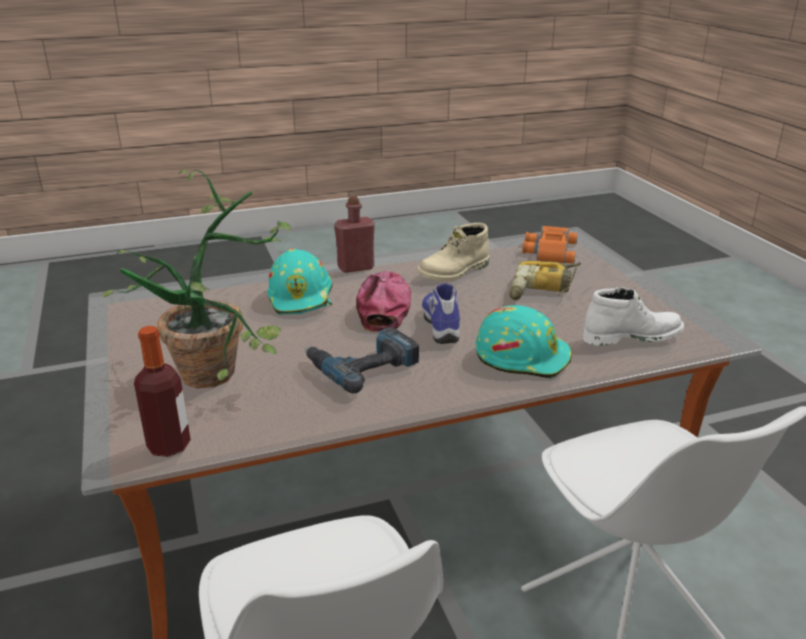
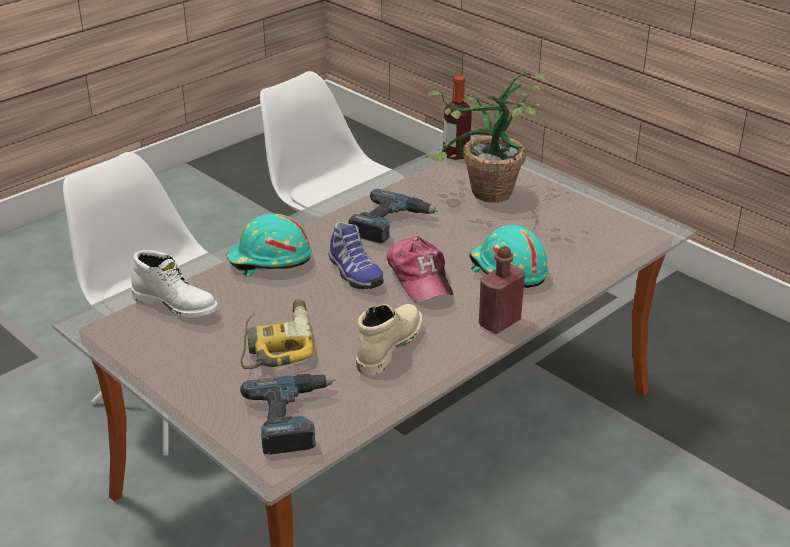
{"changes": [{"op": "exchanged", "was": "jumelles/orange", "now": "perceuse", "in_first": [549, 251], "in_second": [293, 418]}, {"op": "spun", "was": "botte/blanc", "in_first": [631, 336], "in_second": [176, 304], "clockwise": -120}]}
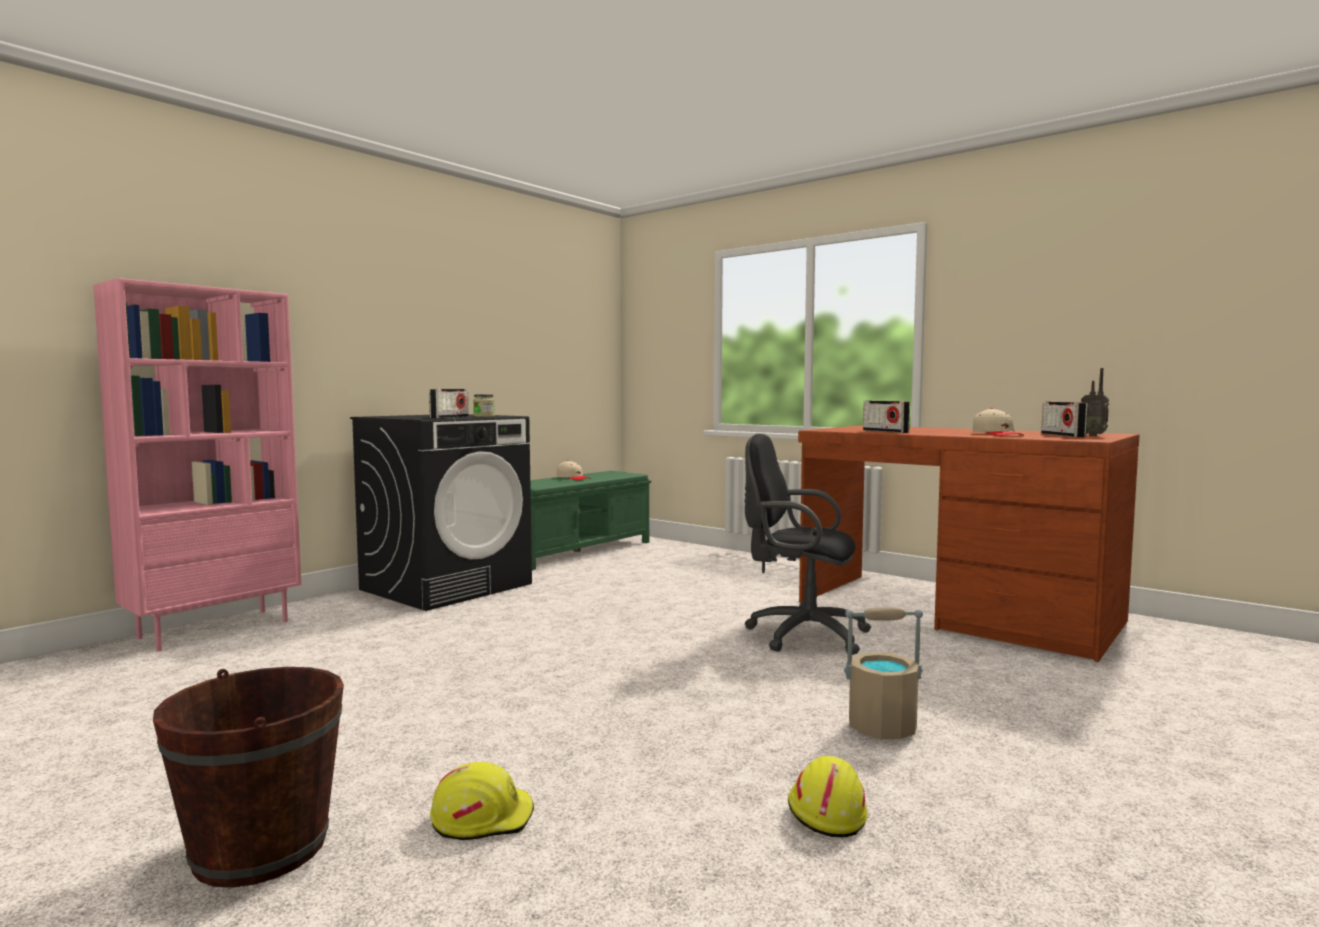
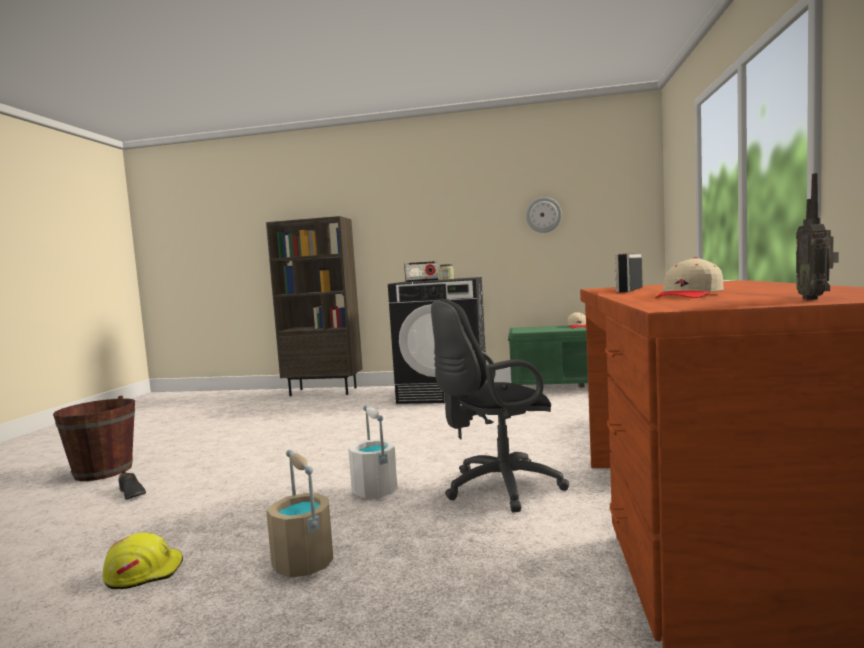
{"changes": [{"op": "missing", "was": "radio", "in_first": [1062, 435]}, {"op": "appeared", "now": "seau/blanc", "in_second": [376, 490]}, {"op": "appeared", "now": "horloge murale", "in_second": [543, 215]}, {"op": "exchanged", "was": "casque de chantier/jaune", "now": "chaussure/noir", "in_first": [483, 818], "in_second": [131, 494]}, {"op": "colour", "was": "bibliothèque/rose", "now": "bibliothèque/marron", "in_first": [215, 629], "in_second": [324, 391]}, {"op": "spun", "was": "chaise de bureau/noir", "in_first": [800, 634], "in_second": [497, 488], "clockwise": -105}]}
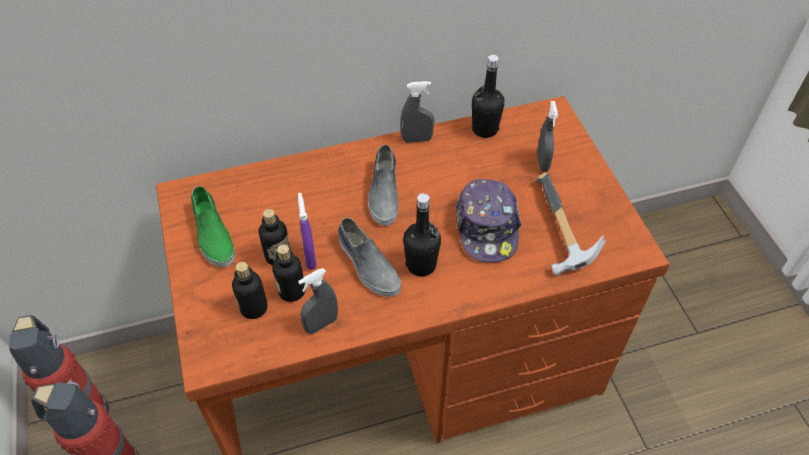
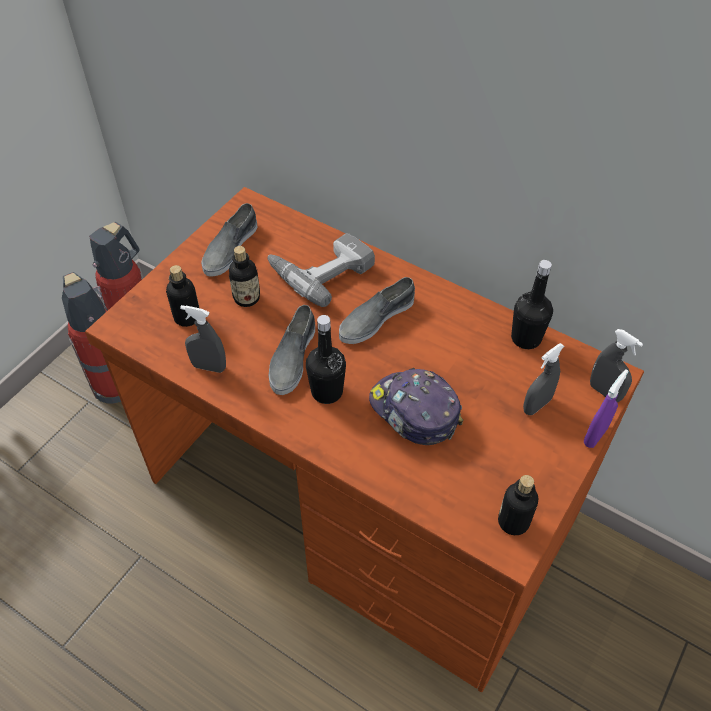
{"changes": [{"op": "missing", "was": "marteau", "in_first": [556, 231]}, {"op": "appeared", "now": "perceuse", "in_second": [320, 270]}, {"op": "relocated", "was": "bouteille", "in_first": [292, 291], "in_second": [513, 521]}, {"op": "relocated", "was": "vaporisateur/violet", "in_first": [310, 257], "in_second": [595, 435]}, {"op": "relocated", "was": "vaporisateur/gris", "in_first": [417, 139], "in_second": [605, 392]}, {"op": "colour", "was": "chaussure/vert", "now": "chaussure/gris", "in_first": [212, 234], "in_second": [229, 248]}, {"op": "spun", "was": "casquette", "in_first": [487, 227], "in_second": [414, 412], "clockwise": 90}]}
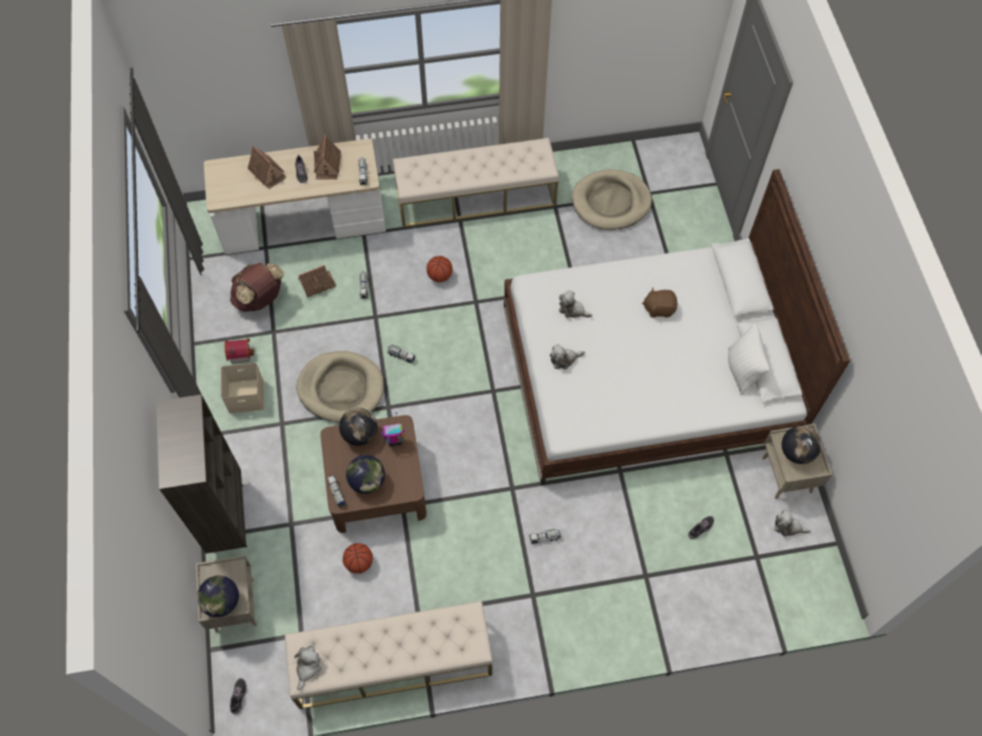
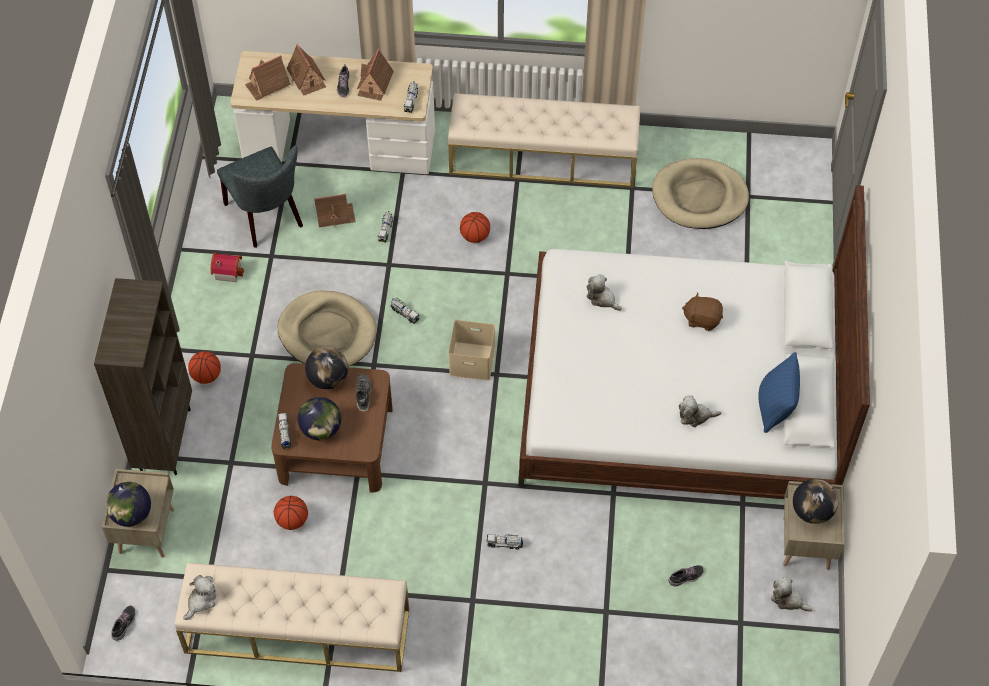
{"changes": [{"op": "appeared", "now": "ballon de basket", "in_second": [206, 376]}, {"op": "appeared", "now": "maison miniature", "in_second": [268, 85]}, {"op": "relocated", "was": "boîte de rangement/beige", "in_first": [247, 395], "in_second": [473, 360]}, {"op": "relocated", "was": "peluche", "in_first": [564, 359], "in_second": [695, 416]}, {"op": "exchanged", "was": "sac à dos/marron", "now": "chaise/gris", "in_first": [260, 299], "in_second": [267, 218]}, {"op": "exchanged", "was": "robot jouet", "now": "chaussure", "in_first": [394, 441], "in_second": [363, 394]}, {"op": "colour", "was": "coussin/blanc", "now": "coussin/bleu", "in_first": [742, 370], "in_second": [775, 407]}]}
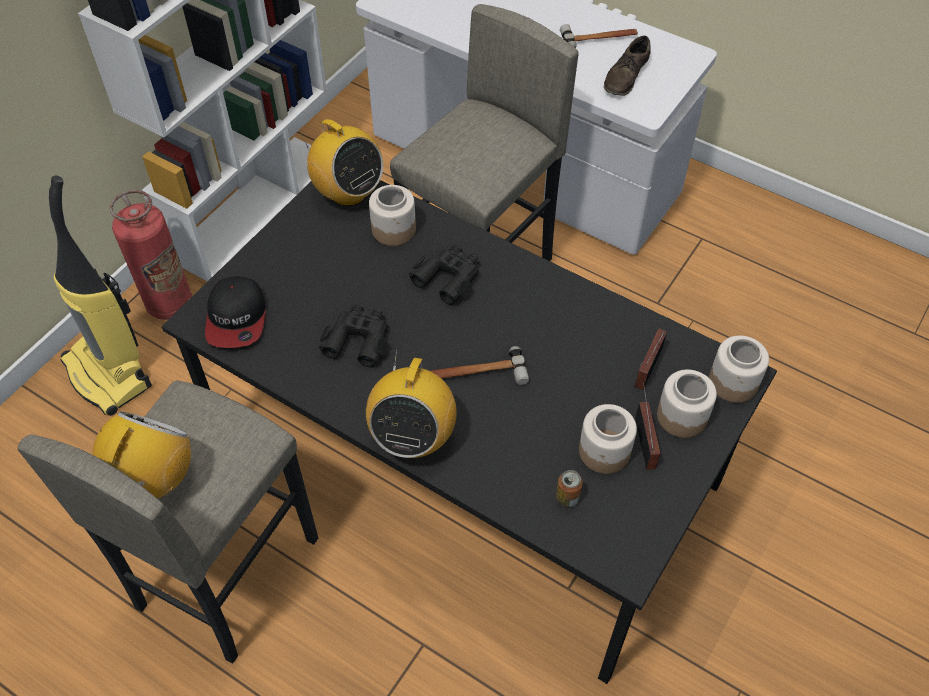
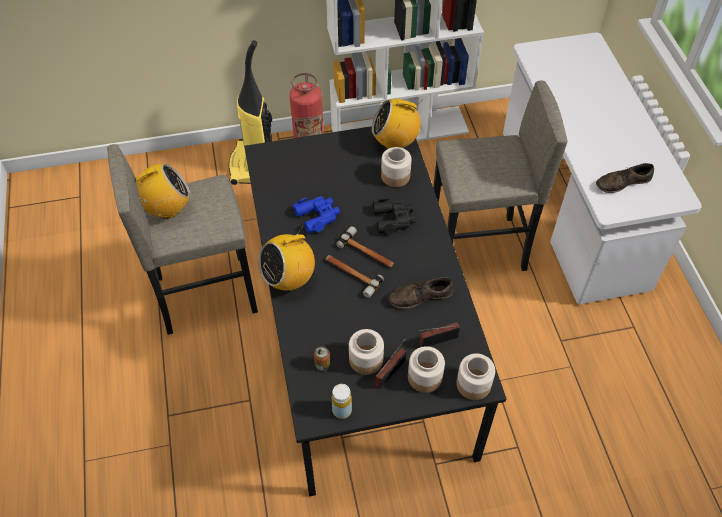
{"changes": [{"op": "missing", "was": "casquette", "in_first": [237, 318]}, {"op": "appeared", "now": "bouteille/jaune", "in_second": [342, 410]}, {"op": "appeared", "now": "chaussure/marron", "in_second": [420, 296]}, {"op": "relocated", "was": "marteau", "in_first": [599, 38], "in_second": [367, 252]}, {"op": "colour", "was": "jumelles/noir", "now": "jumelles/bleu", "in_first": [358, 339], "in_second": [317, 216]}, {"op": "spun", "was": "radio", "in_first": [348, 193], "in_second": [395, 142], "clockwise": 90}]}
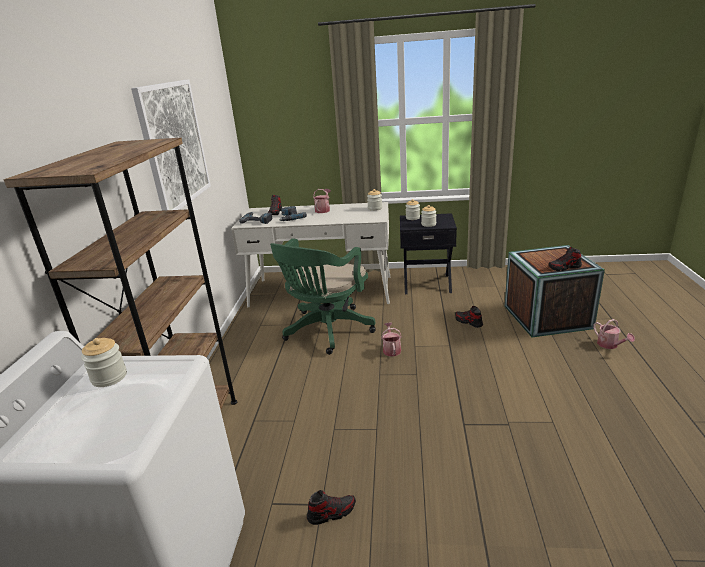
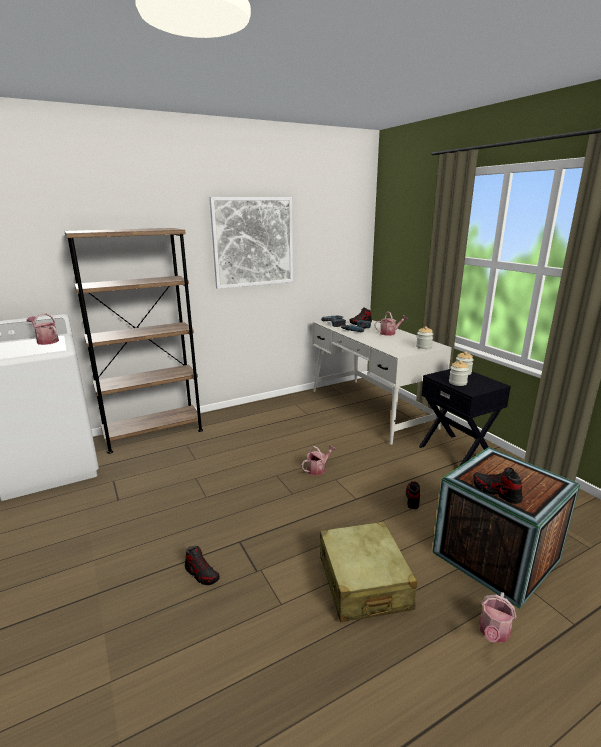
{"changes": [{"op": "missing", "was": "chaise de bureau/vert", "in_first": [326, 331]}, {"op": "appeared", "now": "valise/beige", "in_second": [363, 582]}, {"op": "relocated", "was": "chaussure", "in_first": [331, 512], "in_second": [202, 574]}, {"op": "exchanged", "was": "bocal", "now": "arrosoir", "in_first": [109, 377], "in_second": [46, 341]}]}
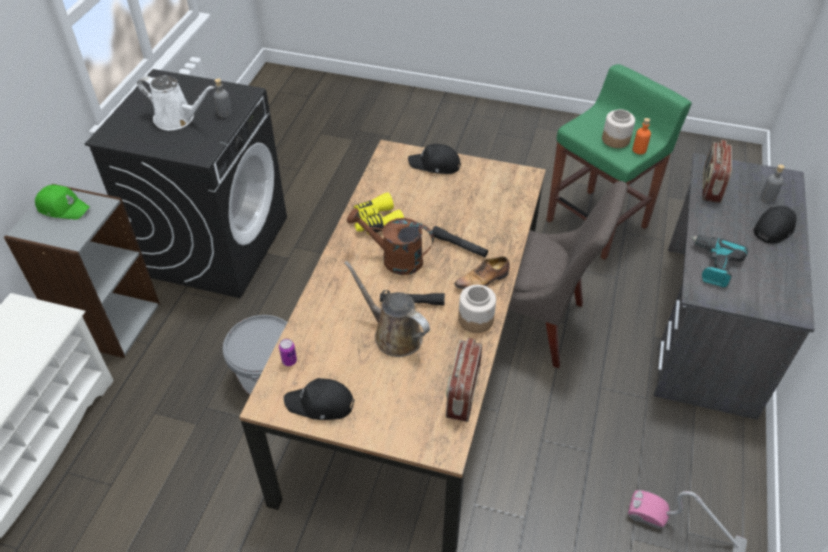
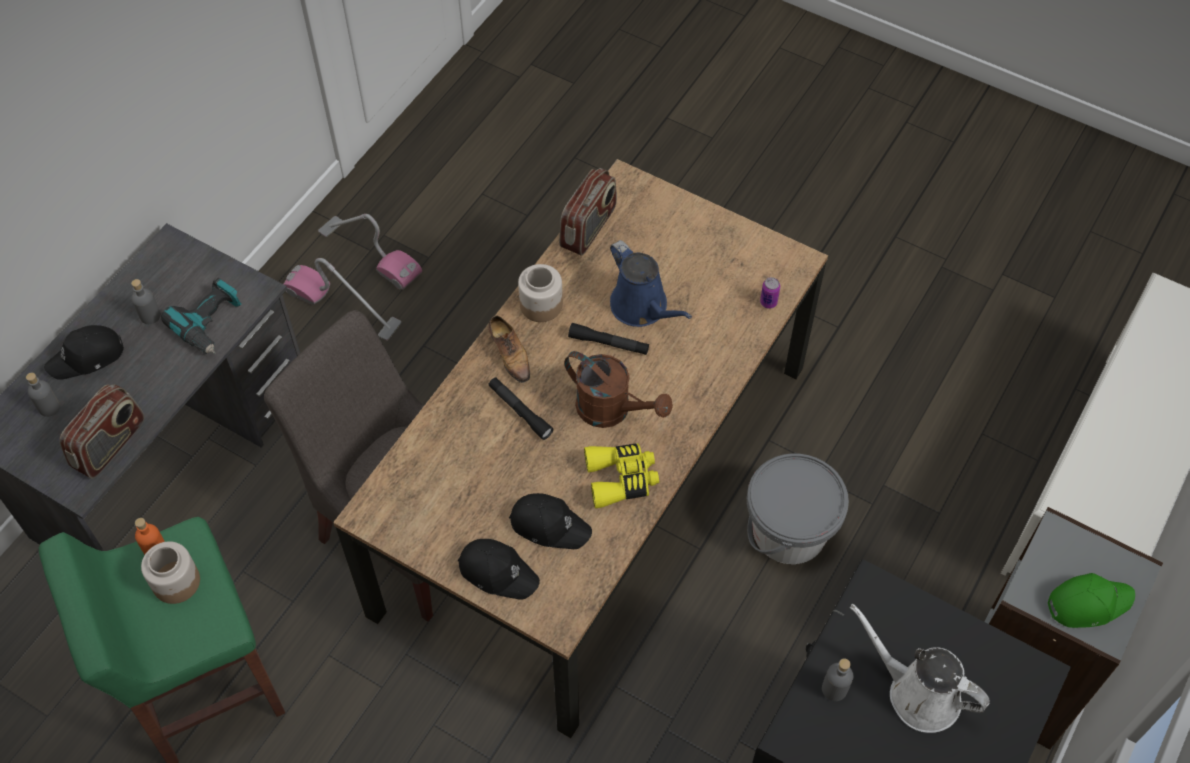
{"changes": [{"op": "appeared", "now": "bouteille/gris", "in_second": [150, 316]}, {"op": "appeared", "now": "aspirateur", "in_second": [342, 307]}, {"op": "relocated", "was": "casquette/noir", "in_first": [320, 404], "in_second": [549, 524]}, {"op": "colour", "was": "arrosoir/marron", "now": "arrosoir/bleu", "in_first": [394, 334], "in_second": [642, 307]}, {"op": "spun", "was": "casquette/vert", "in_first": [63, 207], "in_second": [1087, 602], "clockwise": 135}, {"op": "spun", "was": "chaussure", "in_first": [483, 280], "in_second": [510, 354], "clockwise": 75}]}
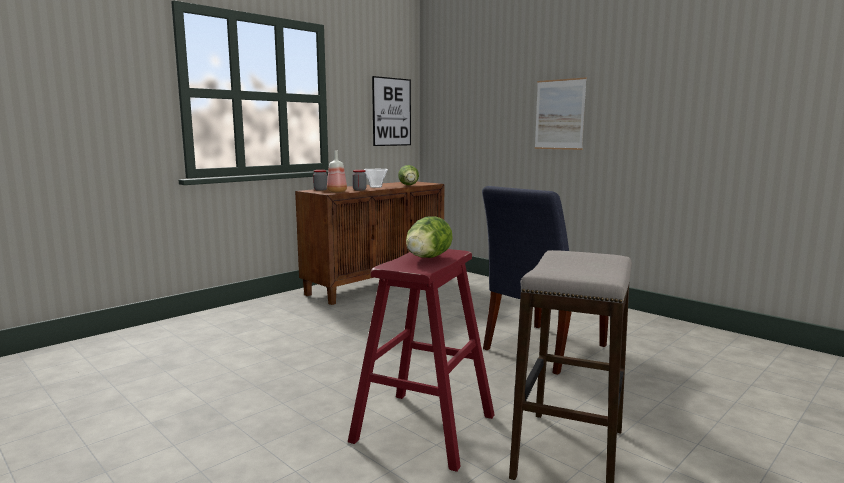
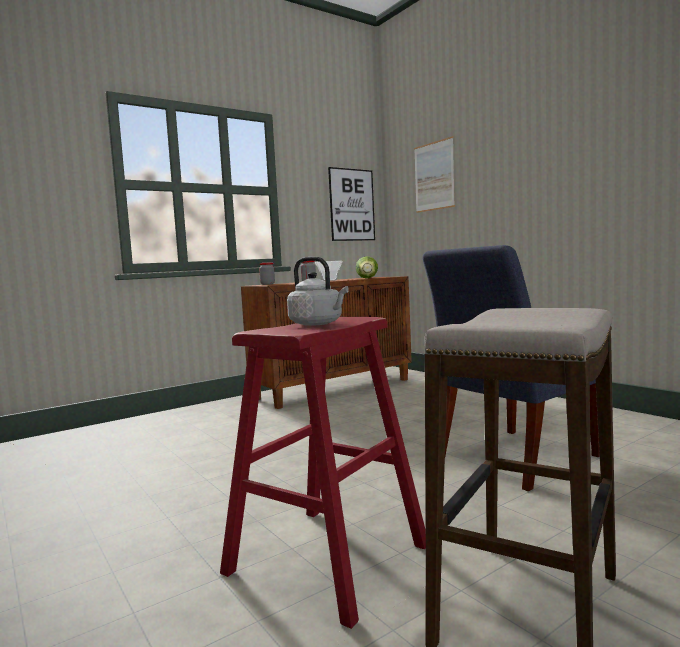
{"changes": [{"op": "missing", "was": "bouteille", "in_first": [336, 192]}, {"op": "relocated", "was": "tableau", "in_first": [559, 114], "in_second": [434, 176]}, {"op": "exchanged", "was": "laitue", "now": "bouilloire/gris", "in_first": [427, 258], "in_second": [318, 324]}]}
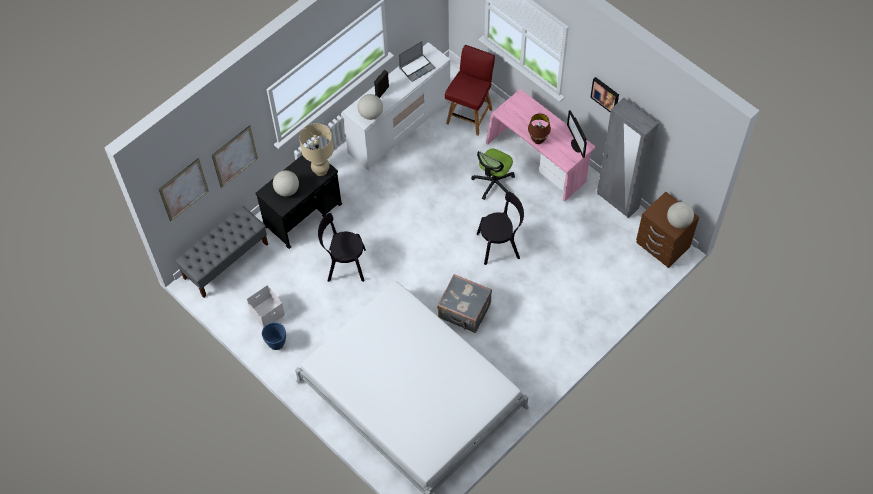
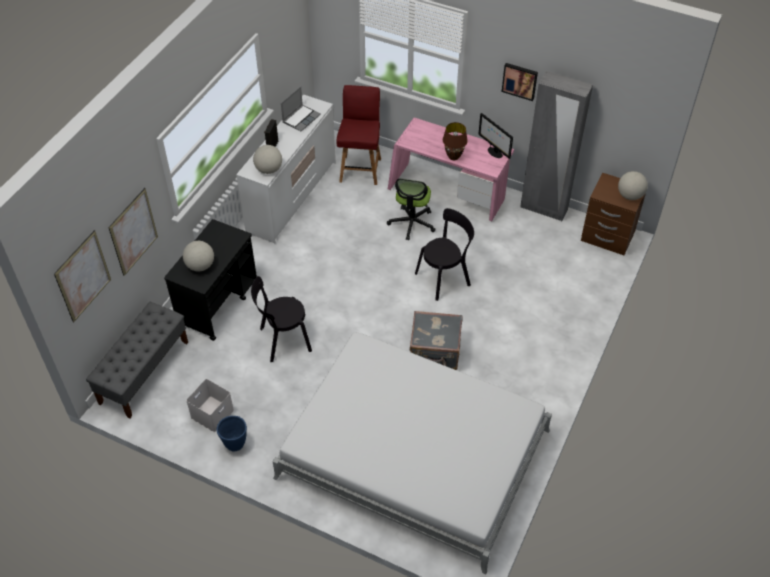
{"changes": [{"op": "missing", "was": "lampe de table/beige", "in_first": [320, 170]}]}
